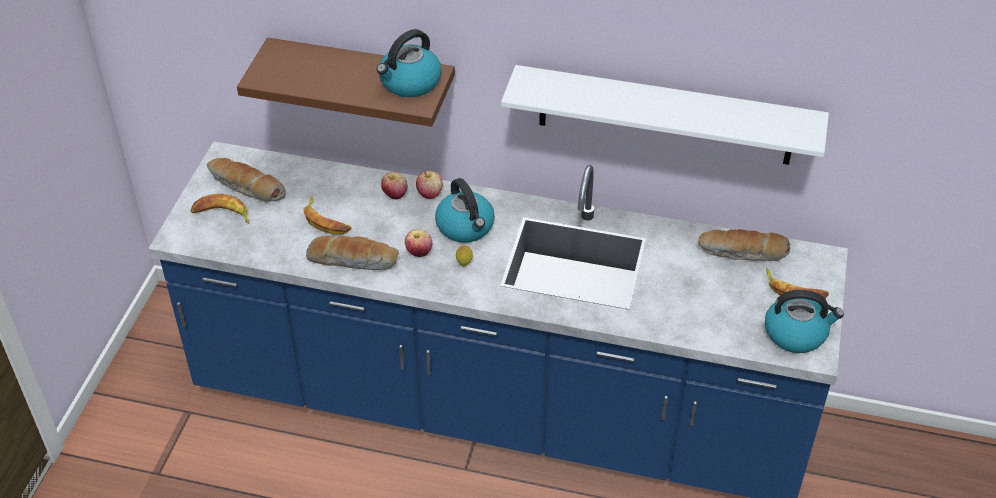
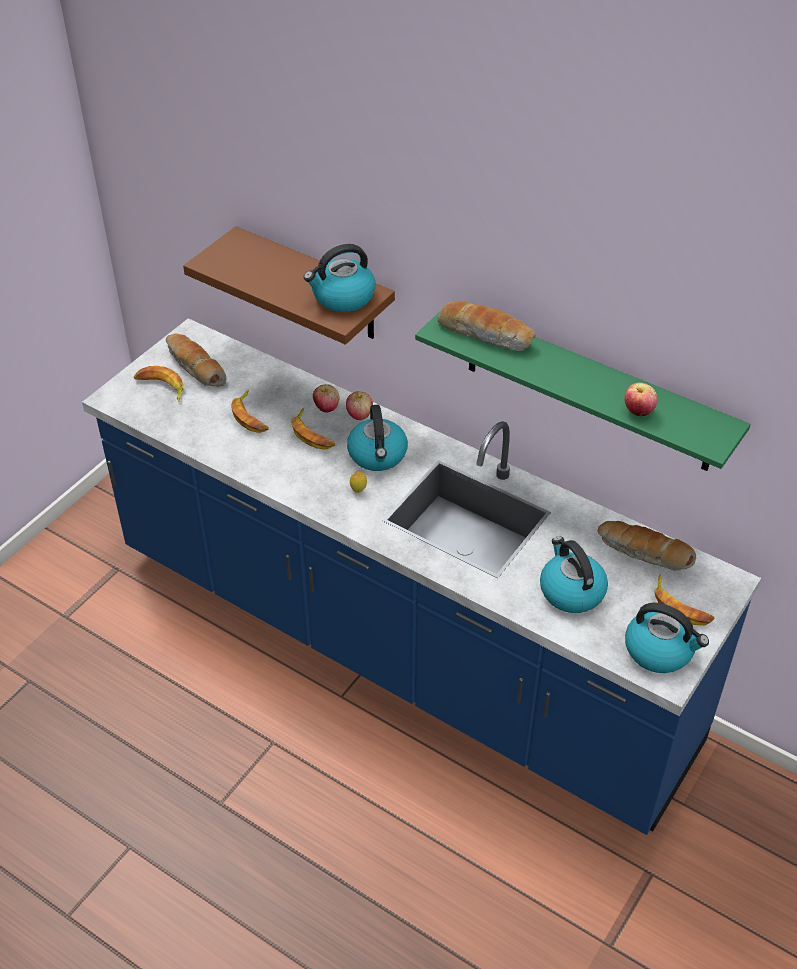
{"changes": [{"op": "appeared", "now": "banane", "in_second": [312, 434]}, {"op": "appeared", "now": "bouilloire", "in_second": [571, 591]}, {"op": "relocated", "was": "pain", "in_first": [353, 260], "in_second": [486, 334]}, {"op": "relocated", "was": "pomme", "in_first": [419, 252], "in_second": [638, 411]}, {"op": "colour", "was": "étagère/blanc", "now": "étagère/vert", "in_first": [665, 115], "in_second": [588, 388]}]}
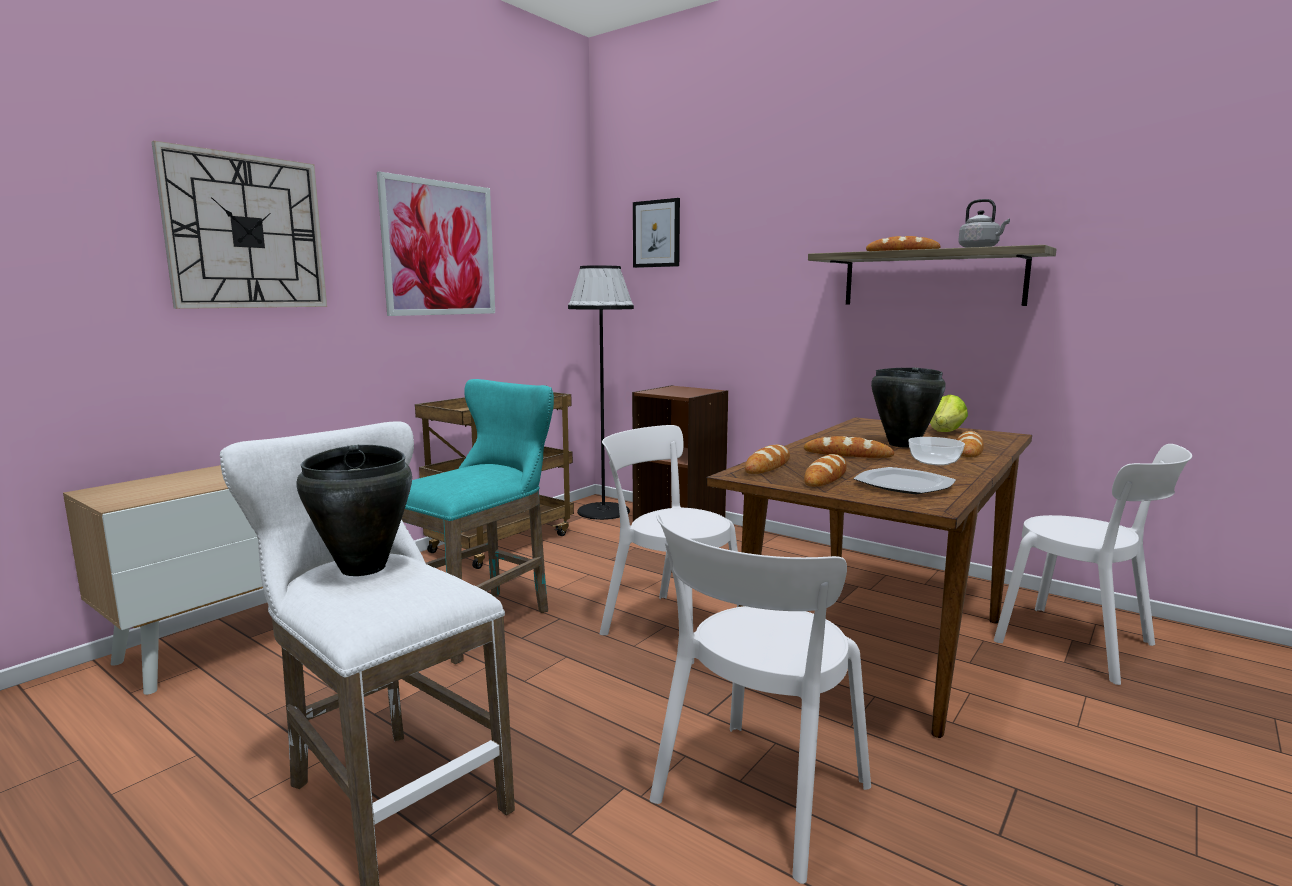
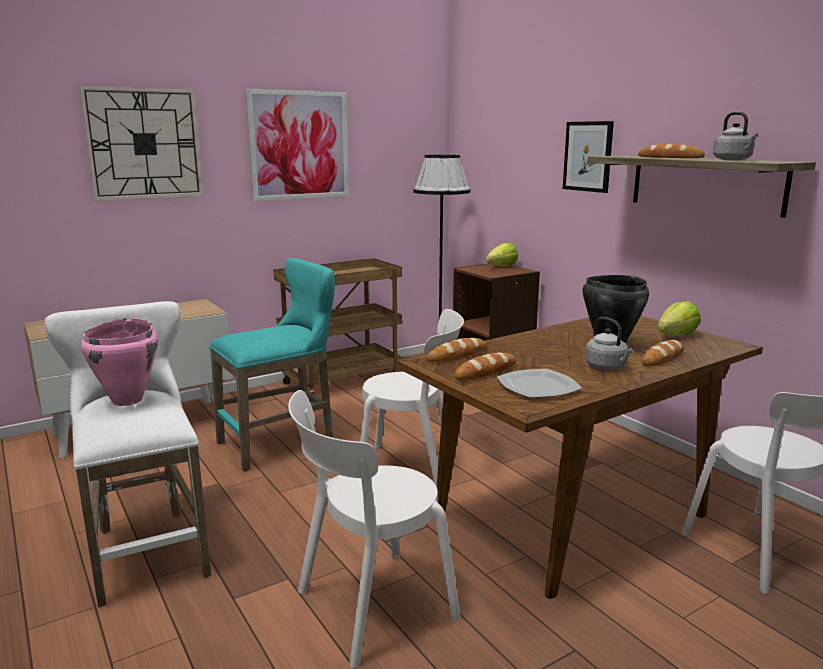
{"changes": [{"op": "missing", "was": "pain", "in_first": [847, 454]}, {"op": "appeared", "now": "laitue", "in_second": [502, 267]}, {"op": "relocated", "was": "tableau", "in_first": [656, 234], "in_second": [588, 156]}, {"op": "exchanged", "was": "bol", "now": "bouilloire/gris", "in_first": [935, 462], "in_second": [607, 367]}, {"op": "colour", "was": "marmite/noir", "now": "marmite/rose", "in_first": [364, 568], "in_second": [128, 400]}, {"op": "spun", "was": "chaise/blanc", "in_first": [668, 625], "in_second": [413, 469], "clockwise": 135}]}
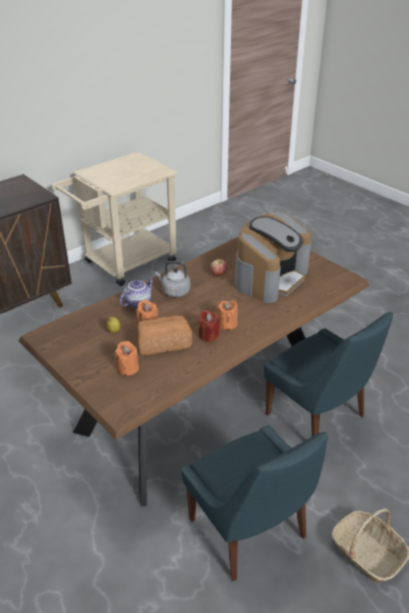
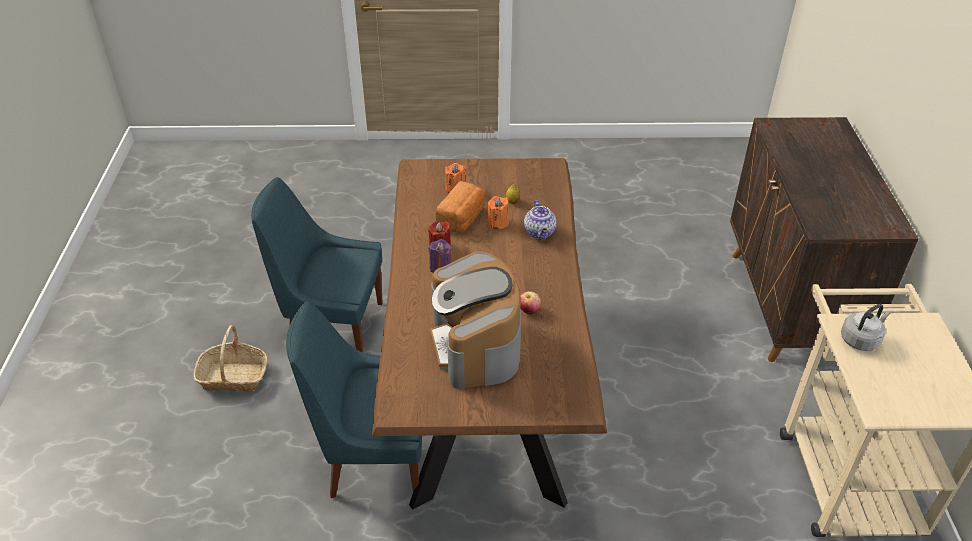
{"changes": [{"op": "relocated", "was": "bouilloire/gris", "in_first": [174, 291], "in_second": [861, 339]}, {"op": "colour", "was": "bougie/orange", "now": "bougie/violet", "in_first": [227, 324], "in_second": [440, 267]}]}
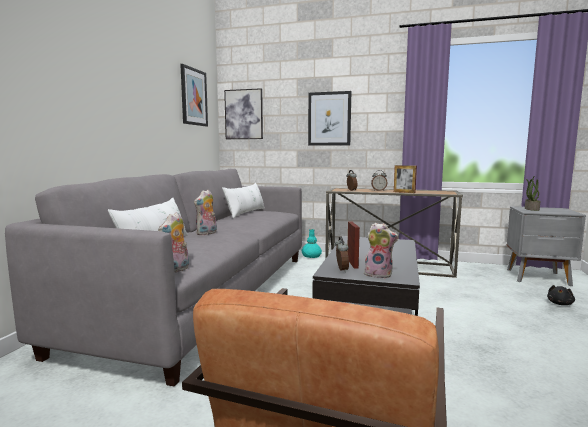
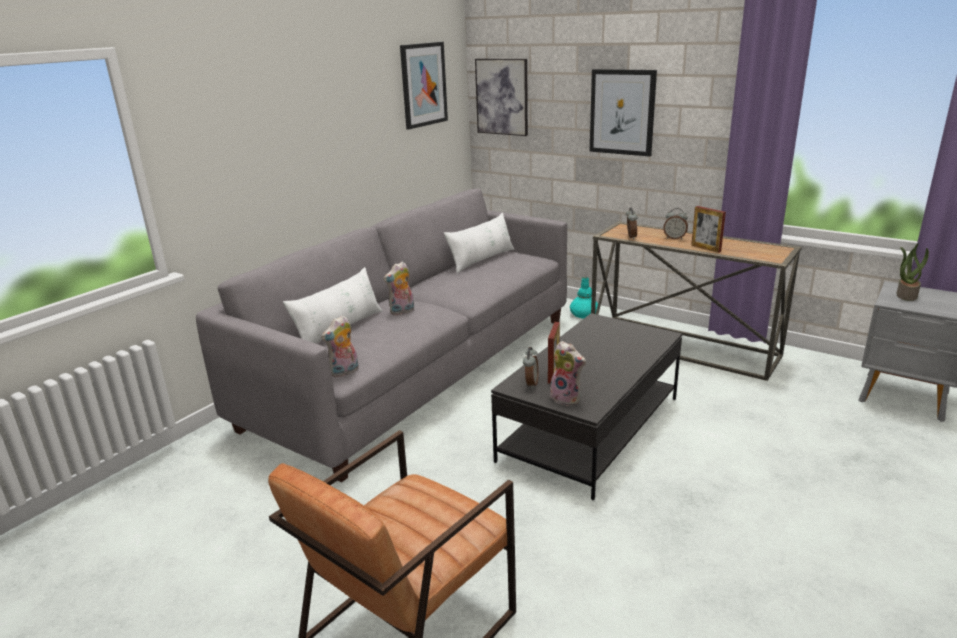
{"changes": [{"op": "missing", "was": "peluche/noir", "in_first": [560, 304]}]}
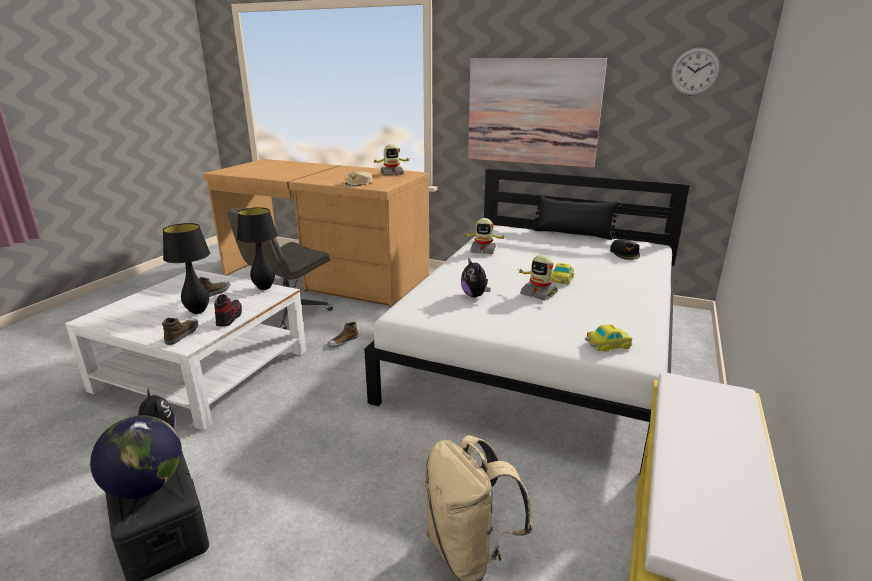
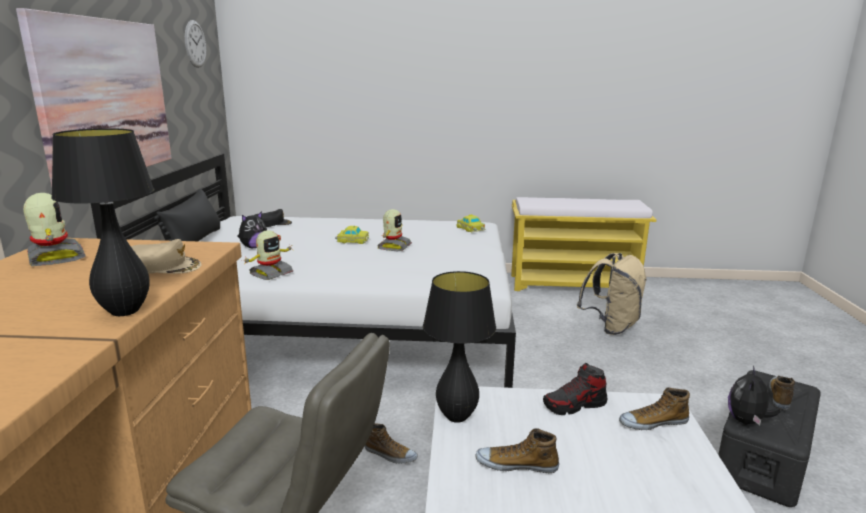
{"changes": [{"op": "relocated", "was": "lampe de table/noir", "in_first": [198, 311], "in_second": [124, 311]}, {"op": "relocated", "was": "peluche", "in_first": [475, 295], "in_second": [253, 247]}, {"op": "exchanged", "was": "globe", "now": "chaussure", "in_first": [146, 486], "in_second": [780, 396]}, {"op": "spun", "was": "robot jouet", "in_first": [483, 250], "in_second": [270, 273], "clockwise": 45}]}
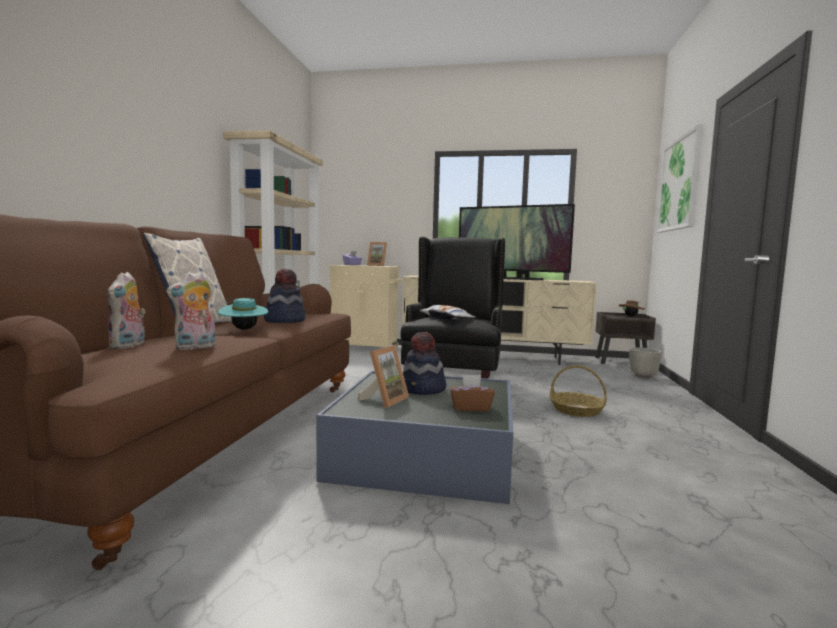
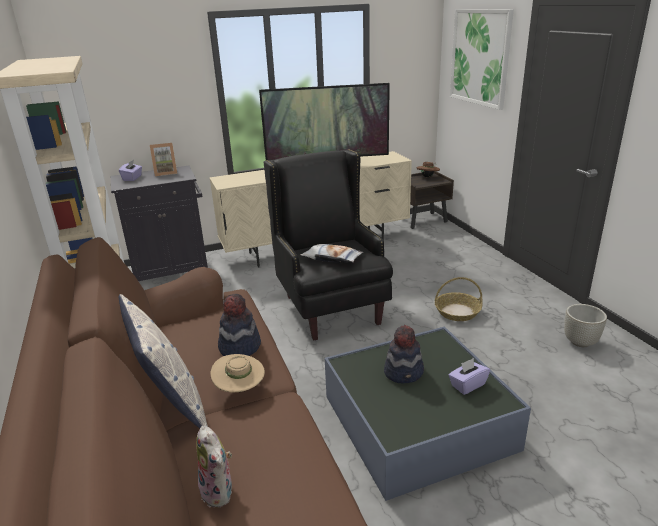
{"changes": [{"op": "missing", "was": "peluche", "in_first": [195, 347]}, {"op": "missing", "was": "cadre photo", "in_first": [384, 400]}, {"op": "relocated", "was": "cache-pot/gris", "in_first": [643, 376], "in_second": [580, 342]}, {"op": "colour", "was": "chapeau/turquoise", "now": "chapeau/beige", "in_first": [243, 329], "in_second": [240, 389]}, {"op": "colour", "was": "meuble de rangement/beige", "now": "meuble de rangement/noir", "in_first": [366, 347], "in_second": [172, 270]}, {"op": "colour", "was": "boîte à mouchoirs/marron", "now": "boîte à mouchoirs/violet", "in_first": [470, 408], "in_second": [467, 385]}]}
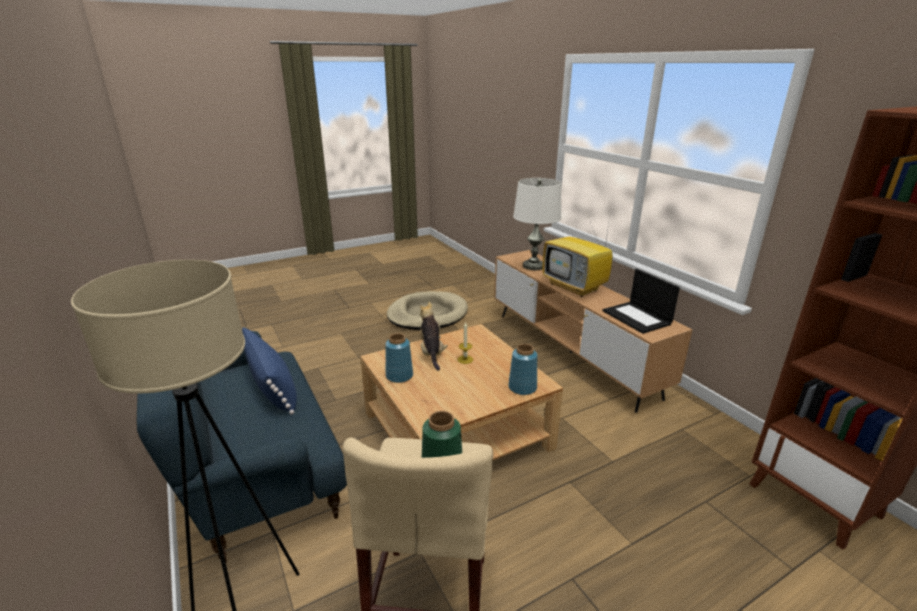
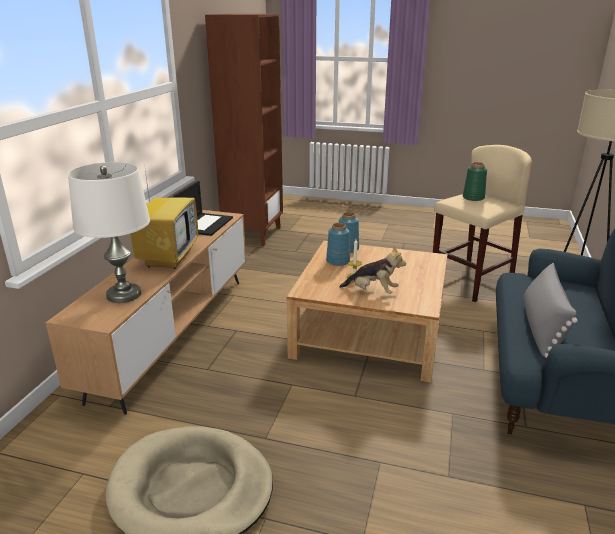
{"changes": [{"op": "relocated", "was": "vase/bleu", "in_first": [399, 376], "in_second": [338, 261]}, {"op": "colour", "was": "coussin/bleu", "now": "coussin/gris", "in_first": [272, 387], "in_second": [542, 327]}, {"op": "spun", "was": "peluche", "in_first": [432, 353], "in_second": [372, 291], "clockwise": -105}]}
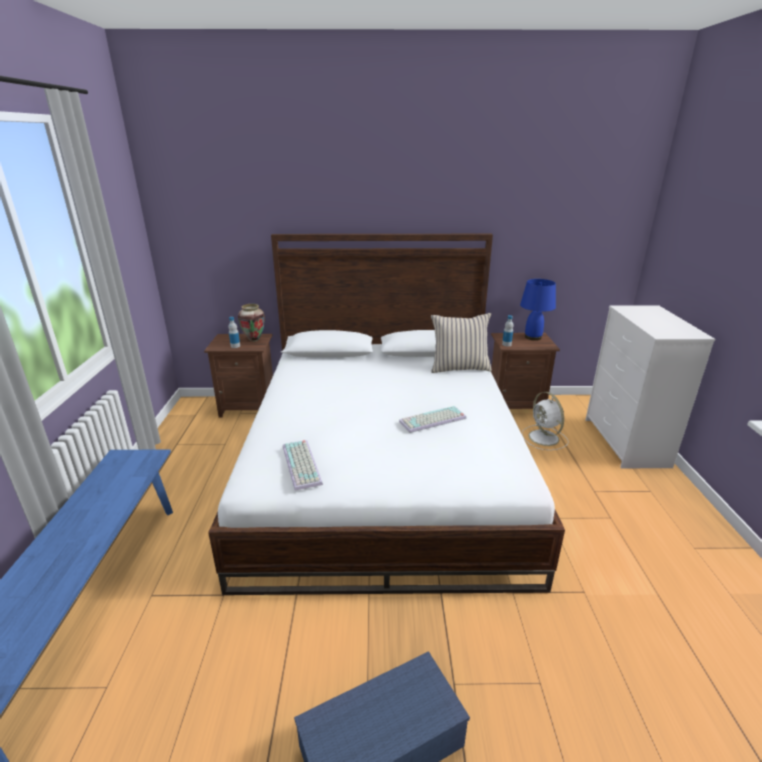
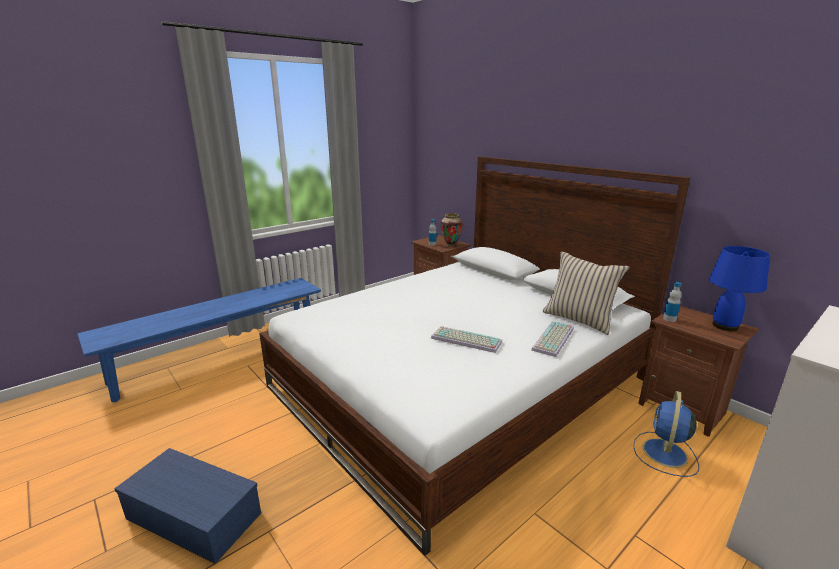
{"changes": [{"op": "relocated", "was": "clavier", "in_first": [303, 465], "in_second": [554, 339]}, {"op": "colour", "was": "ventilateur/blanc", "now": "ventilateur/bleu", "in_first": [544, 438], "in_second": [664, 454]}]}
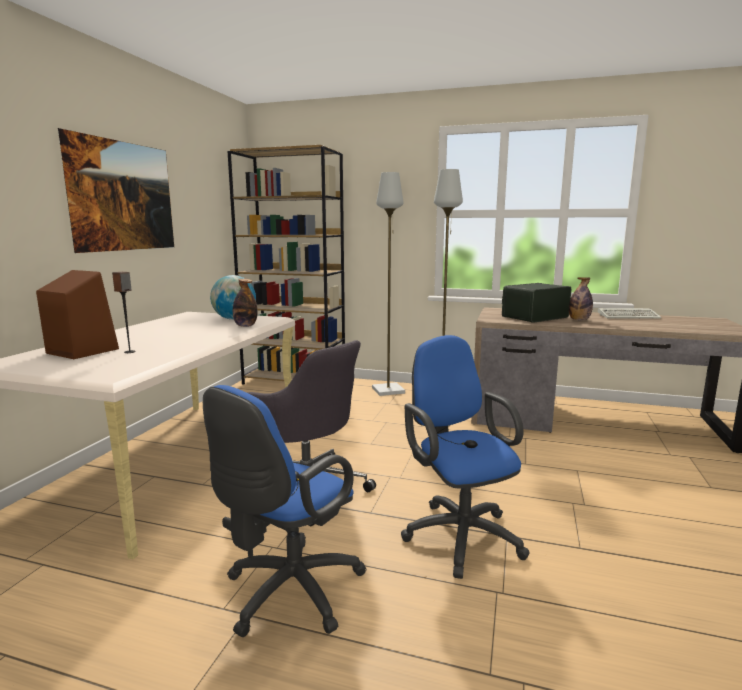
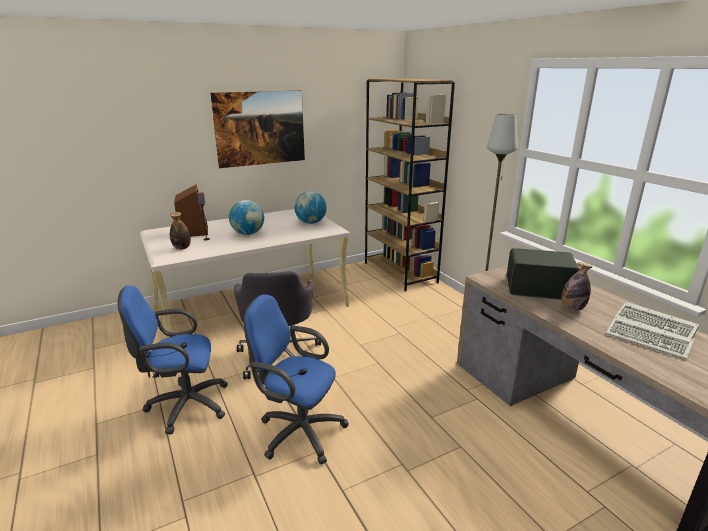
{"changes": [{"op": "missing", "was": "lampadaire/gris", "in_first": [388, 390]}, {"op": "appeared", "now": "globe", "in_second": [248, 234]}, {"op": "appeared", "now": "clavier", "in_second": [649, 340]}, {"op": "relocated", "was": "bouteille", "in_first": [245, 326], "in_second": [182, 248]}, {"op": "spun", "was": "chaise de bureau/bleu", "in_first": [459, 533], "in_second": [297, 431], "clockwise": -90}]}
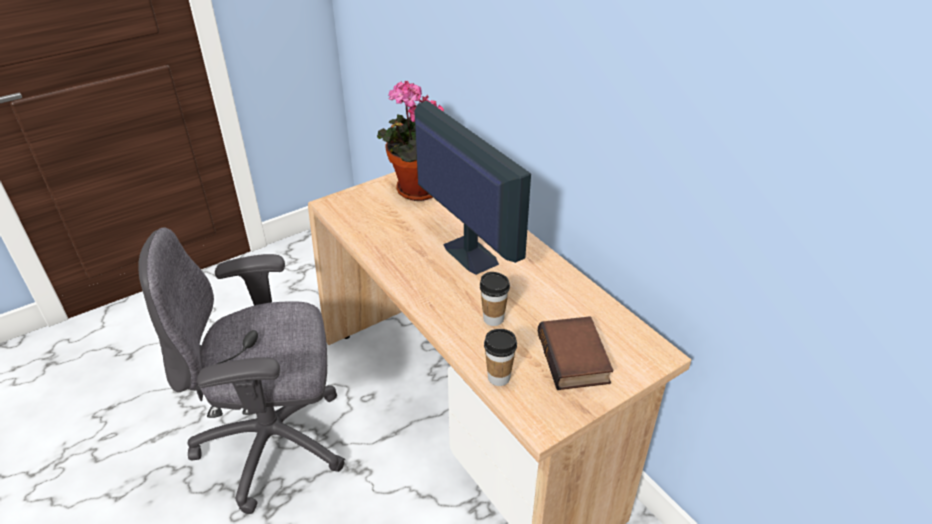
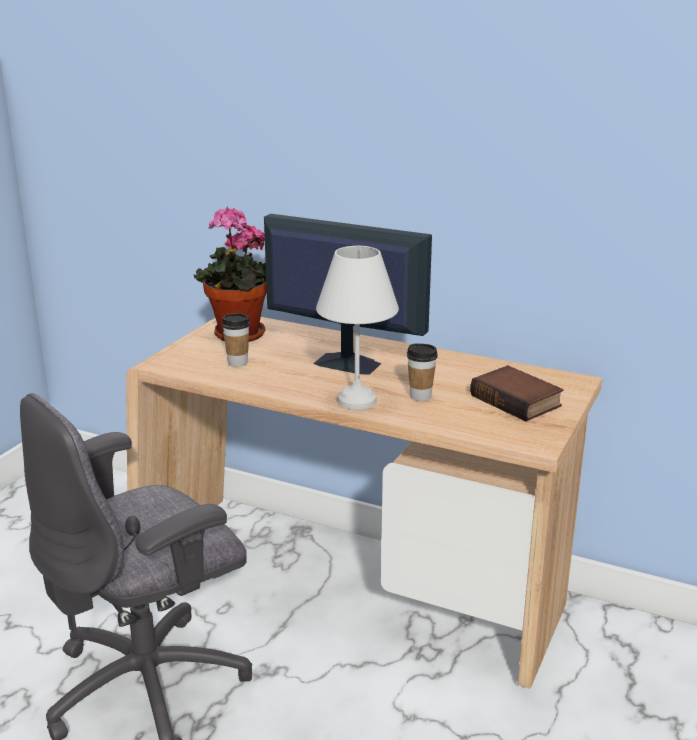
{"changes": [{"op": "appeared", "now": "lampe de table/blanc", "in_second": [357, 399]}, {"op": "relocated", "was": "tasse", "in_first": [499, 377], "in_second": [237, 362]}]}
